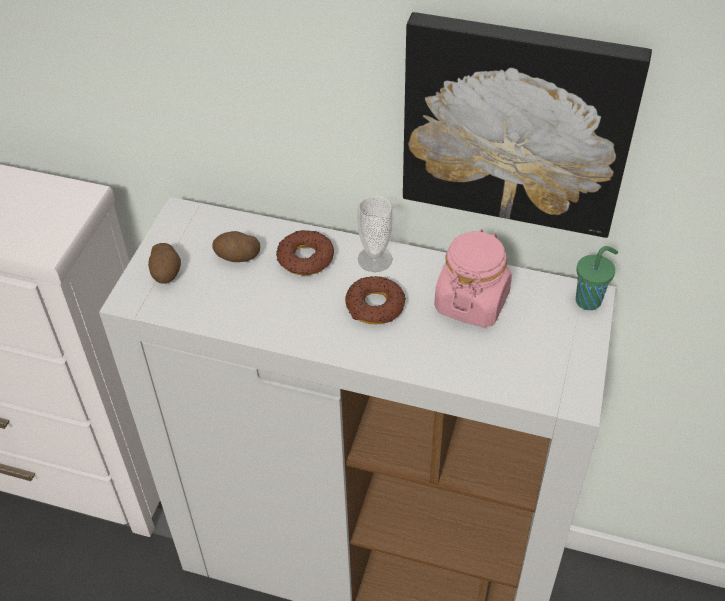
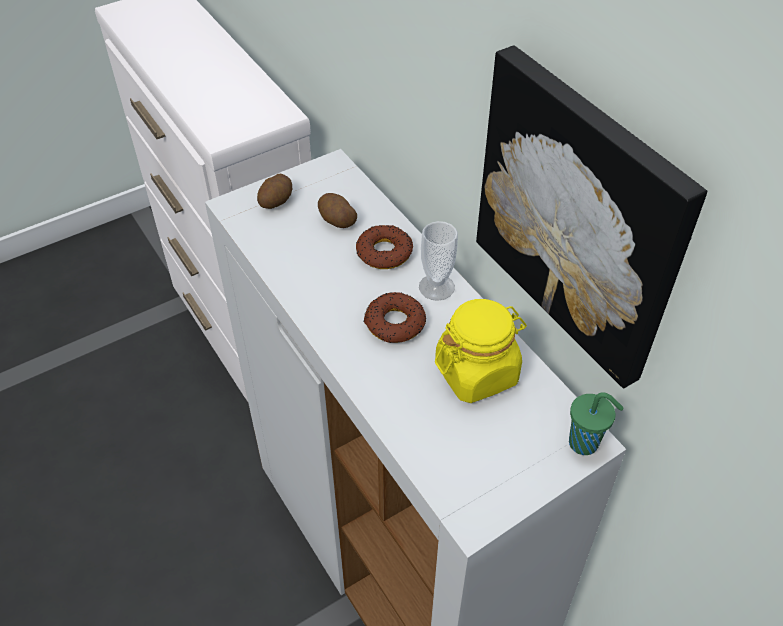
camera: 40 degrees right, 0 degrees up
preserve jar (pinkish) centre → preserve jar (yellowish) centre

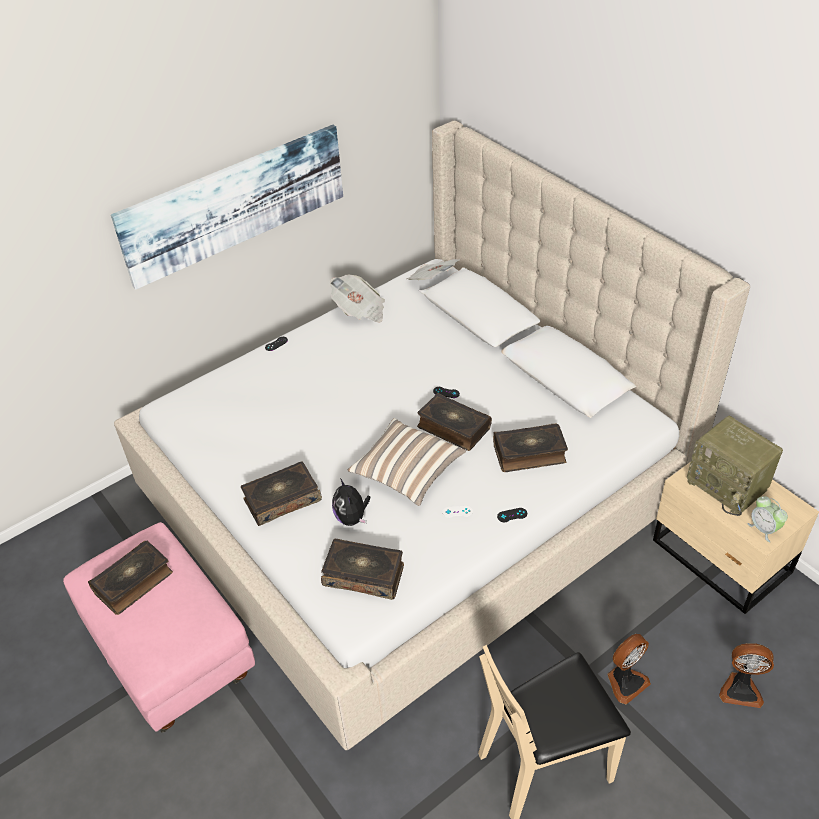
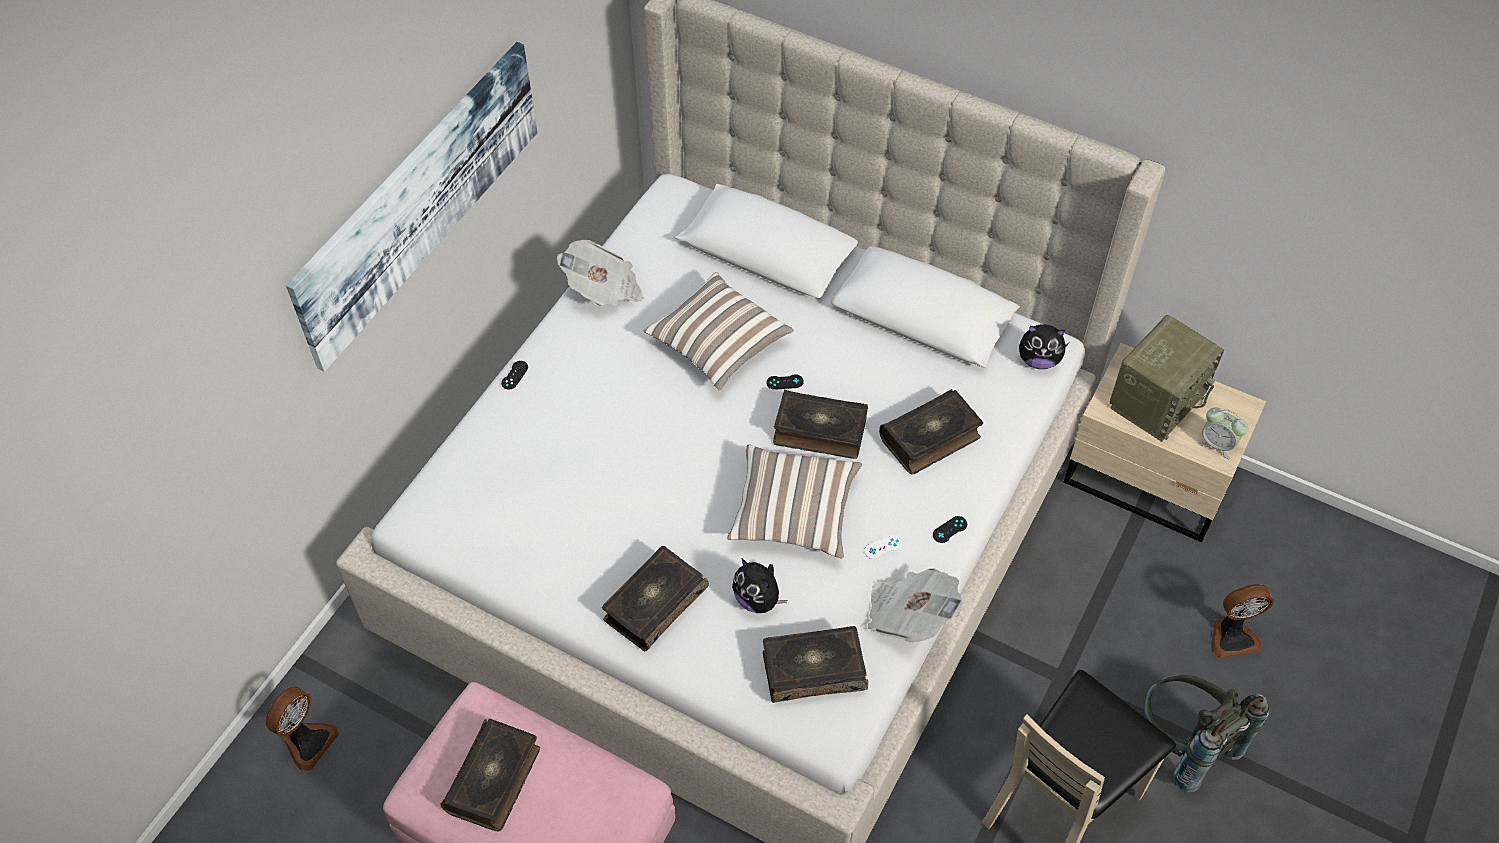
camera: 25 degrees left, 10 degrees up
- → cushion (1st from left) centre
- → plush toy (2nd from left) middle right
- → knapsack (greyish) bottom right
daily paper (2nd from left) top centre → daily paper (2nd from left) bottom centre, move
cooling fan (1st from left) bottom right → cooling fan (1st from left) bottom left, move
radio receiver middle right, 75 degrees counterclockwise

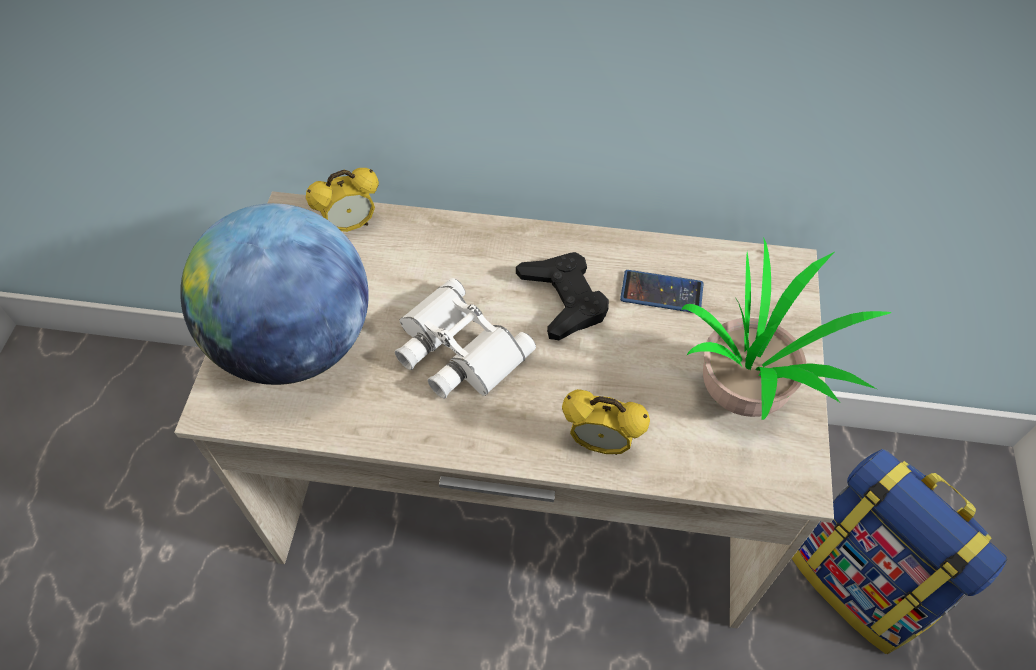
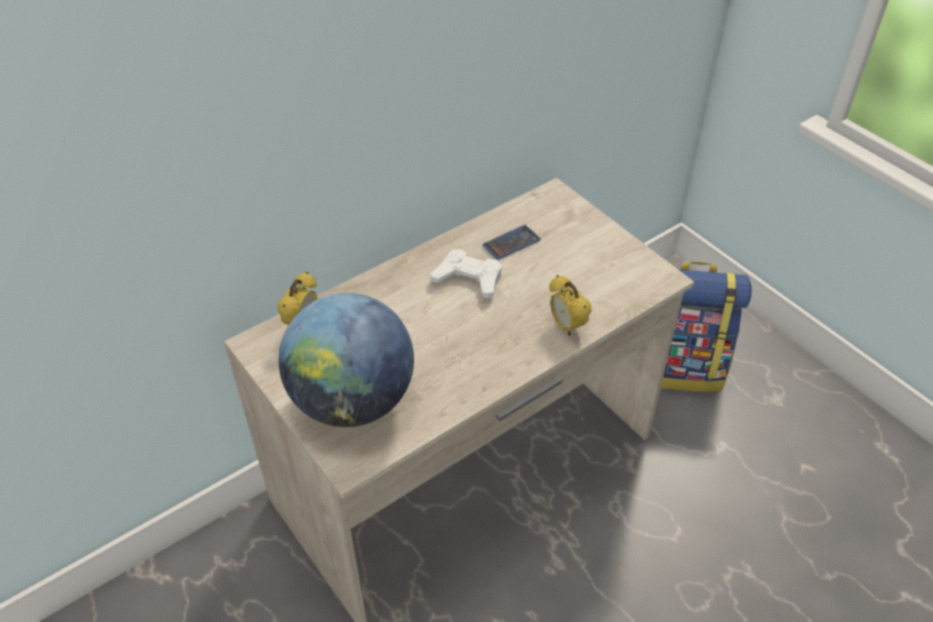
camera: 45 degrees left, 10 degrees down
binoculars (whitish) centre → -
potted plant middle right → -
game controller (black) centre → game controller (whitish) centre
bedside clock (2nd from left) centre, 90 degrees clockwise

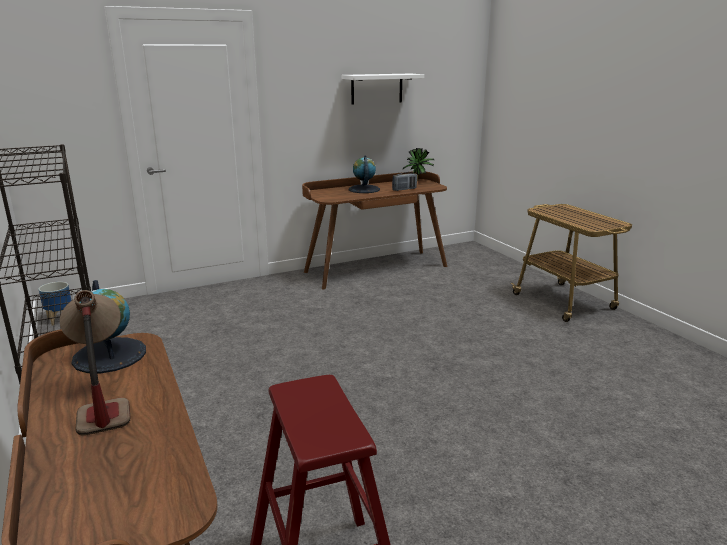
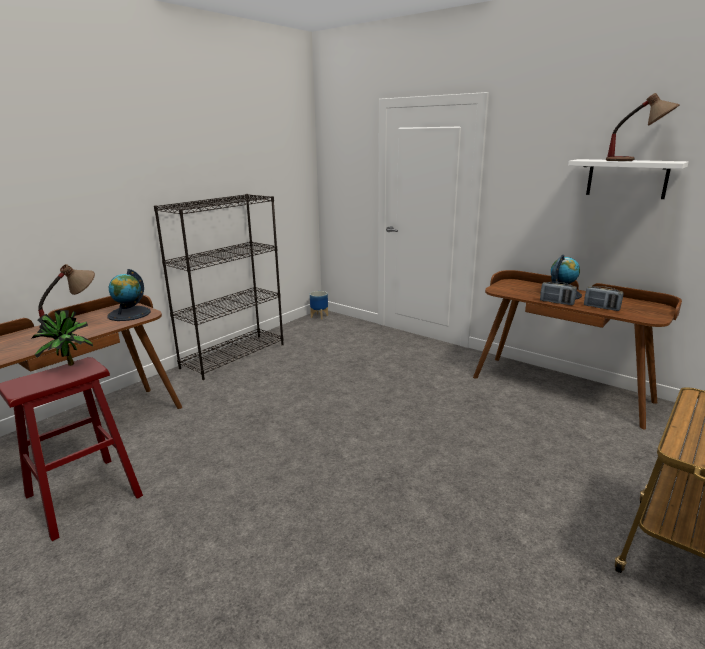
camera: 65 degrees right, 0 degrees up
- → radio receiver (1st from left) middle right
- → lamp for a table (2nd from left) top right
potted plant top centre → potted plant middle left, move

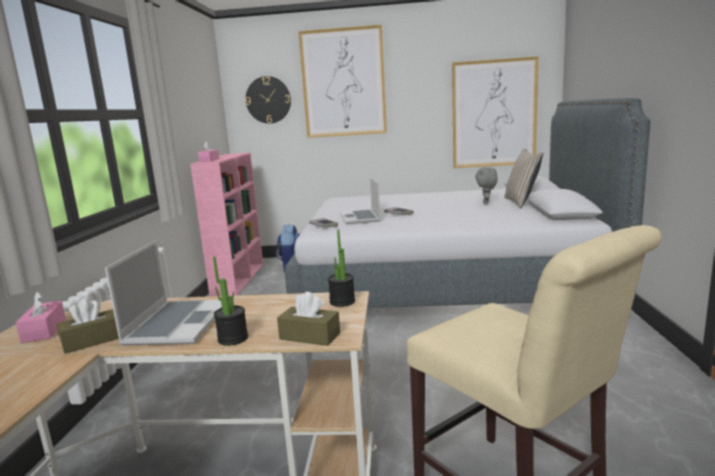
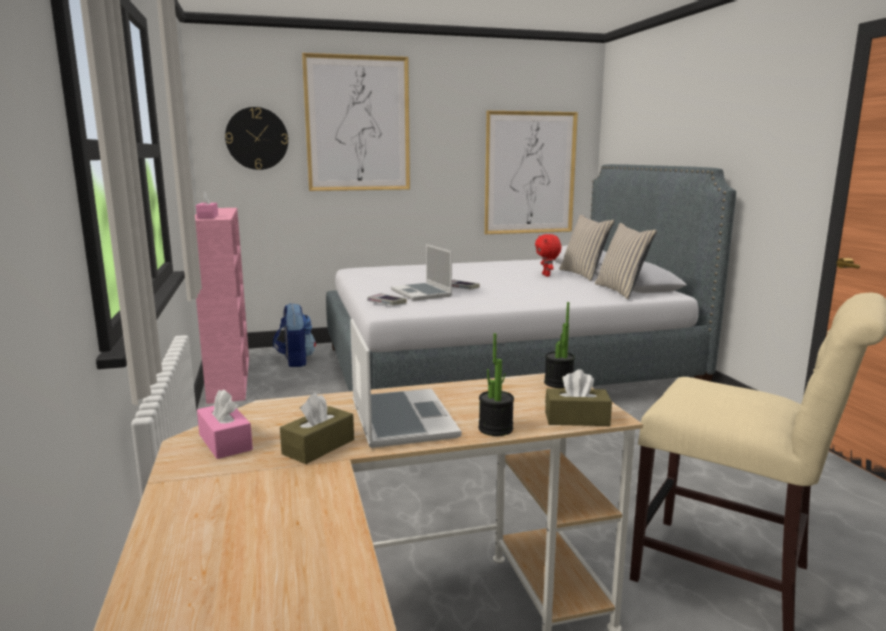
camera: 20 degrees left, 0 degrees up
- → cushion (beige-coloured) (2nd from left) middle right
plush toy (greyish) middle right → plush toy (reddish) centre

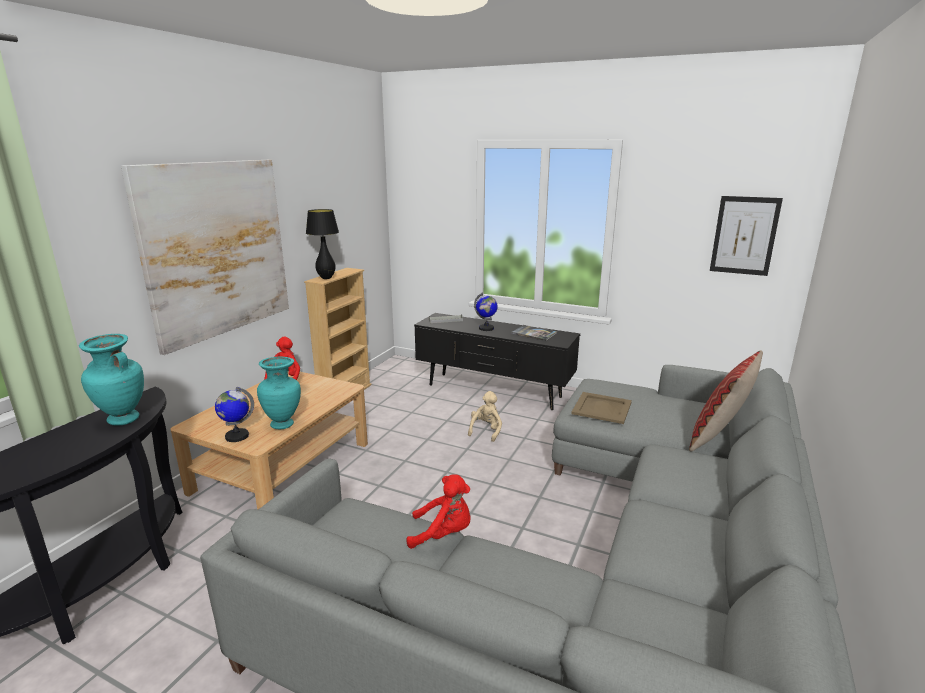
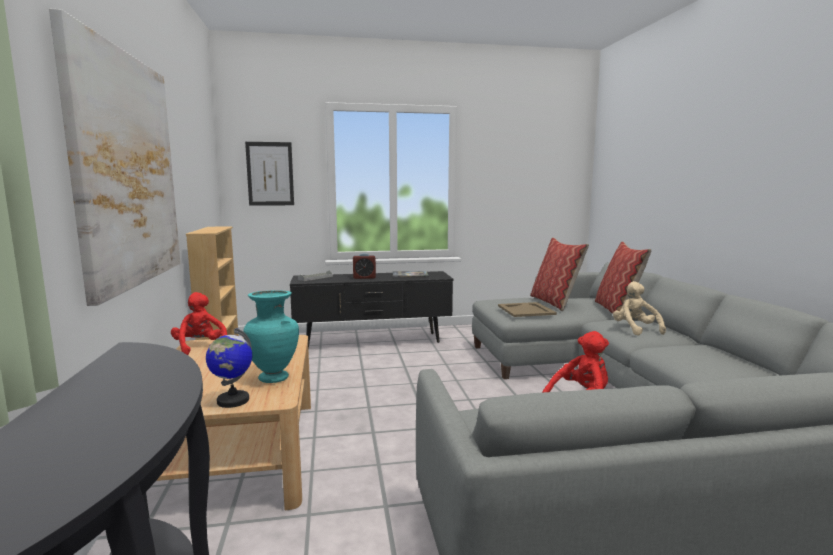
camera: 35 degrees left, 10 degrees down
decorative vase (turquoise-coloured) (1st from left) middle left → -
lamp for a table (black) centre → -
- → cushion (1st from left) middle right
plush toy (beige-coloured) centre → plush toy (beige-coloured) middle right, move
picture (2nd from left) middle right → picture (2nd from left) top left, move
world globe (2nd from left) centre → bedside clock centre

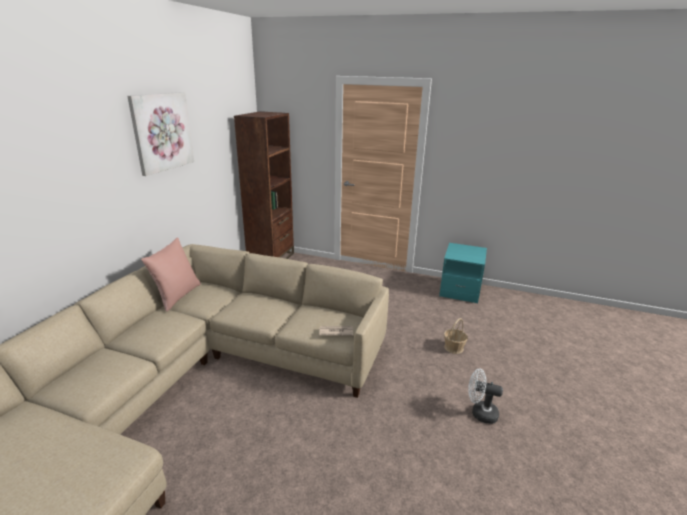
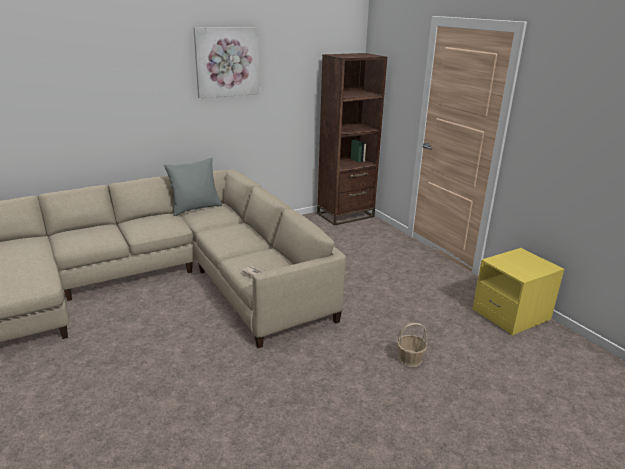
camera: 40 degrees right, 0 degrees up
cooling fan (whitish) bottom right → -
cushion (pinkish) middle left → cushion (greyish) middle left
nightstand (turquoise-coloured) middle right → nightstand (yellowish) middle right

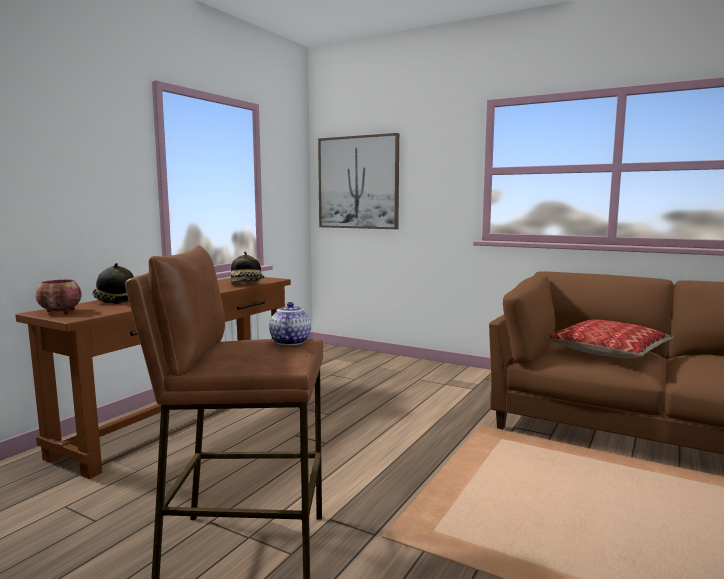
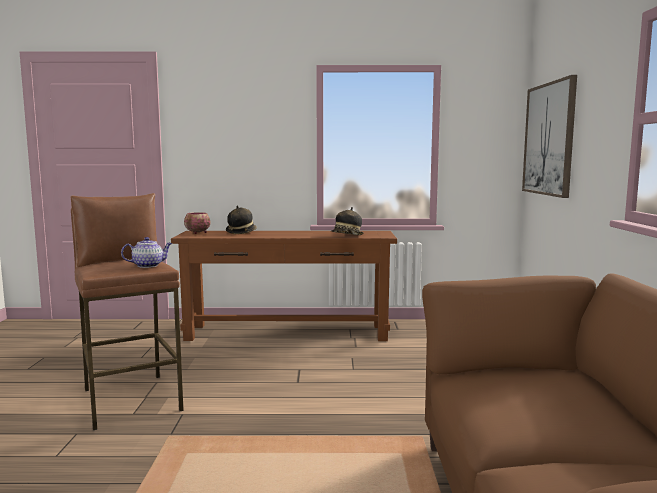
camera: 60 degrees right, 0 degrees up
cushion middle right → -

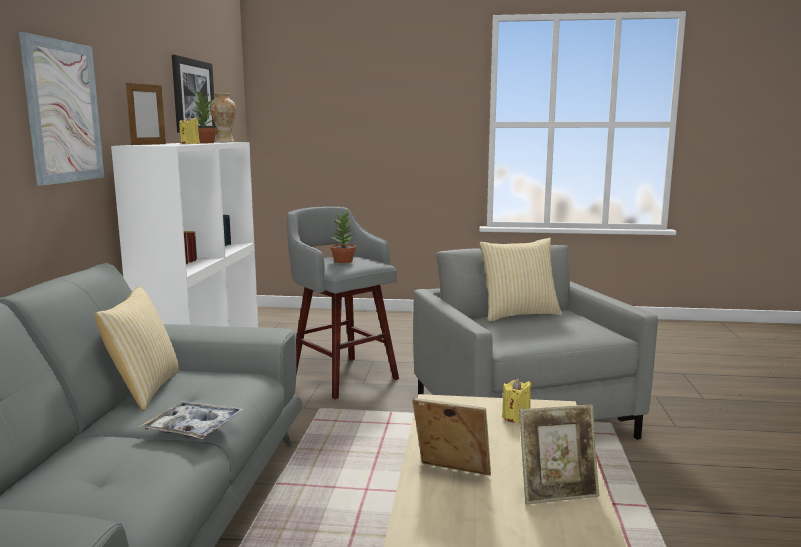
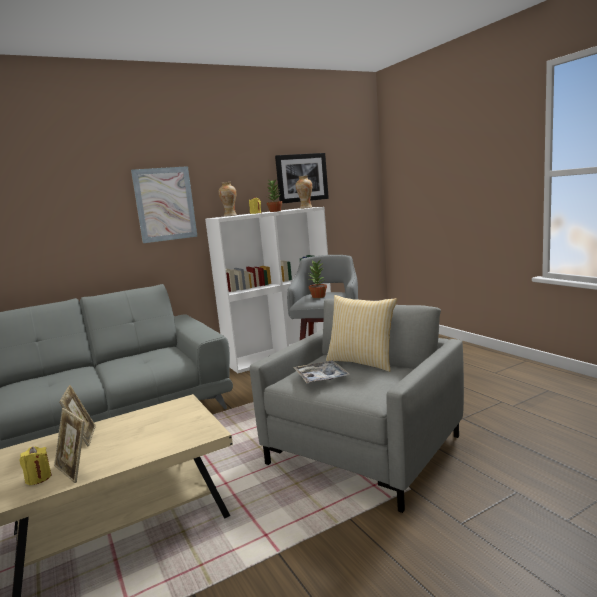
camera: 55 degrees right, 0 degrees up
cushion (1st from left) middle left → -
serving tray bottom left → serving tray centre, move
wax light (yellowish) (2nd from left in the first image) bottom centre → wax light (yellowish) (1st from left) bottom left, move
picture frame (1st from left) top left → decorative vase (1st from left) centre

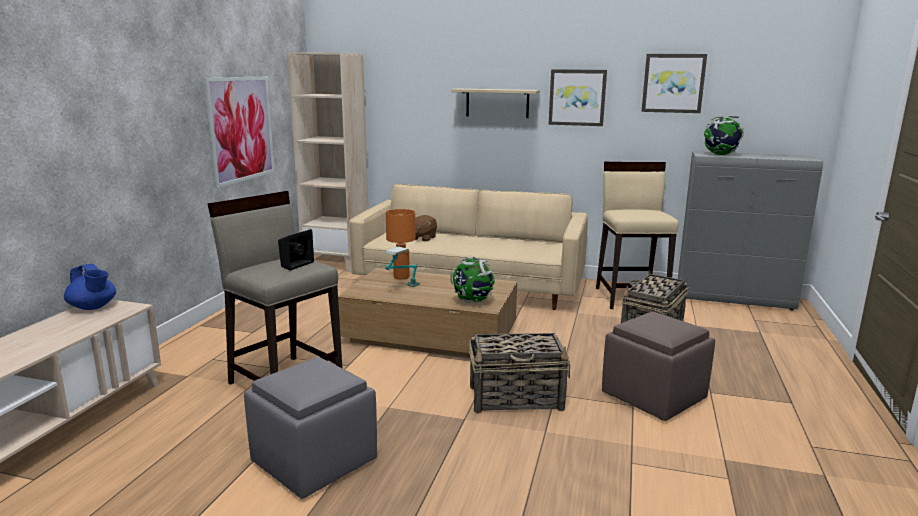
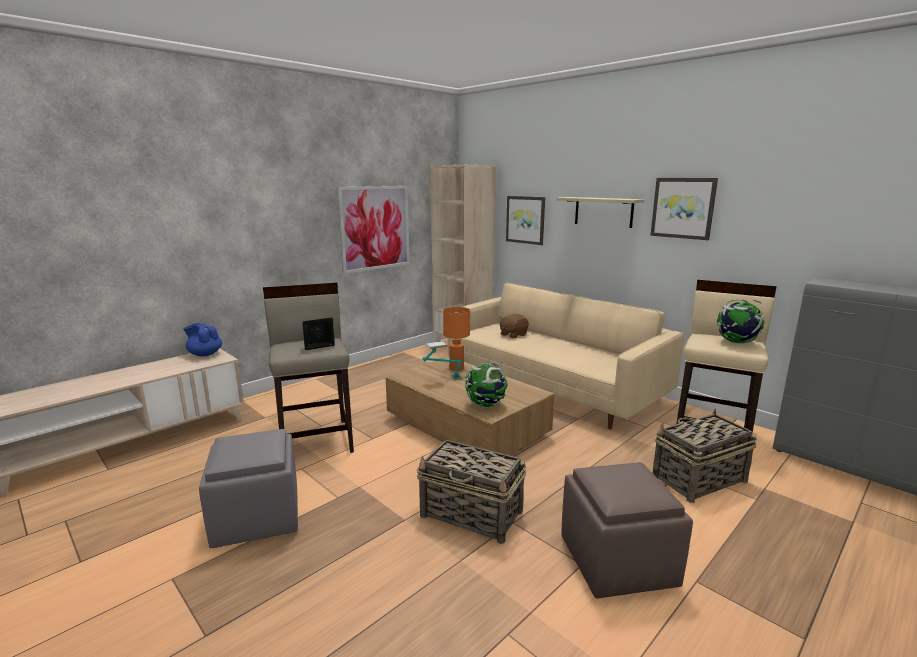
camera: 30 degrees right, 0 degrees up
picture (3rd from left in the first image) top right → picture (2nd from left) centre, move
world globe (2nd from left) top right → world globe (2nd from left) middle right, move
pot for tea (blue) middle left, 135 degrees clockwise

